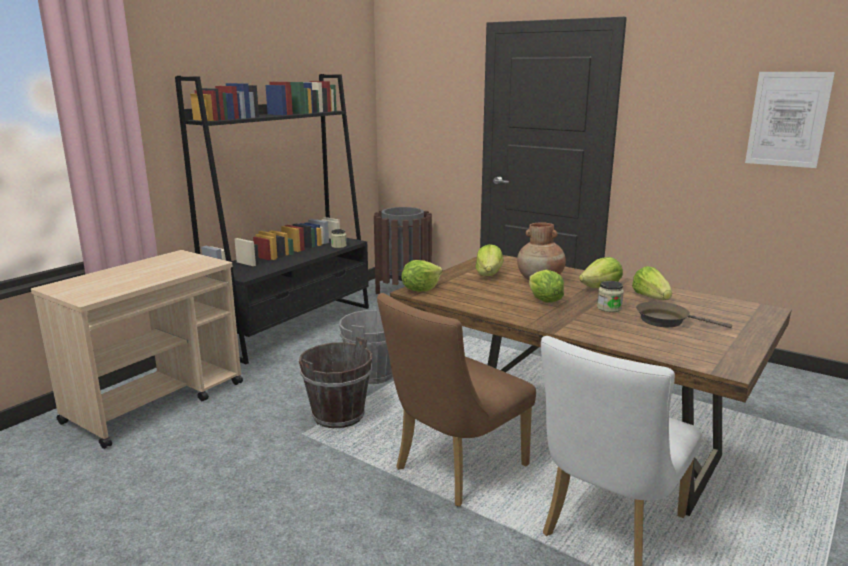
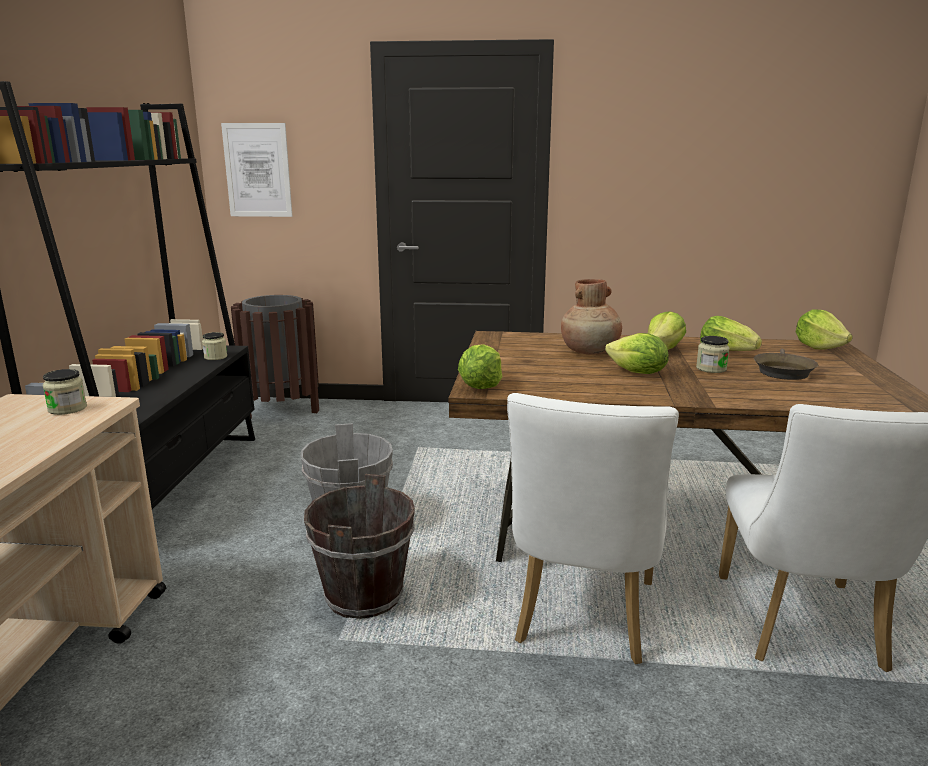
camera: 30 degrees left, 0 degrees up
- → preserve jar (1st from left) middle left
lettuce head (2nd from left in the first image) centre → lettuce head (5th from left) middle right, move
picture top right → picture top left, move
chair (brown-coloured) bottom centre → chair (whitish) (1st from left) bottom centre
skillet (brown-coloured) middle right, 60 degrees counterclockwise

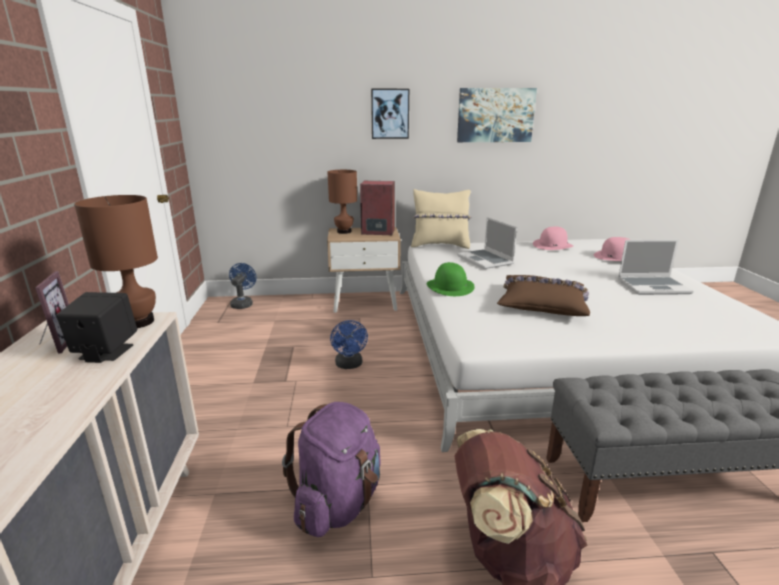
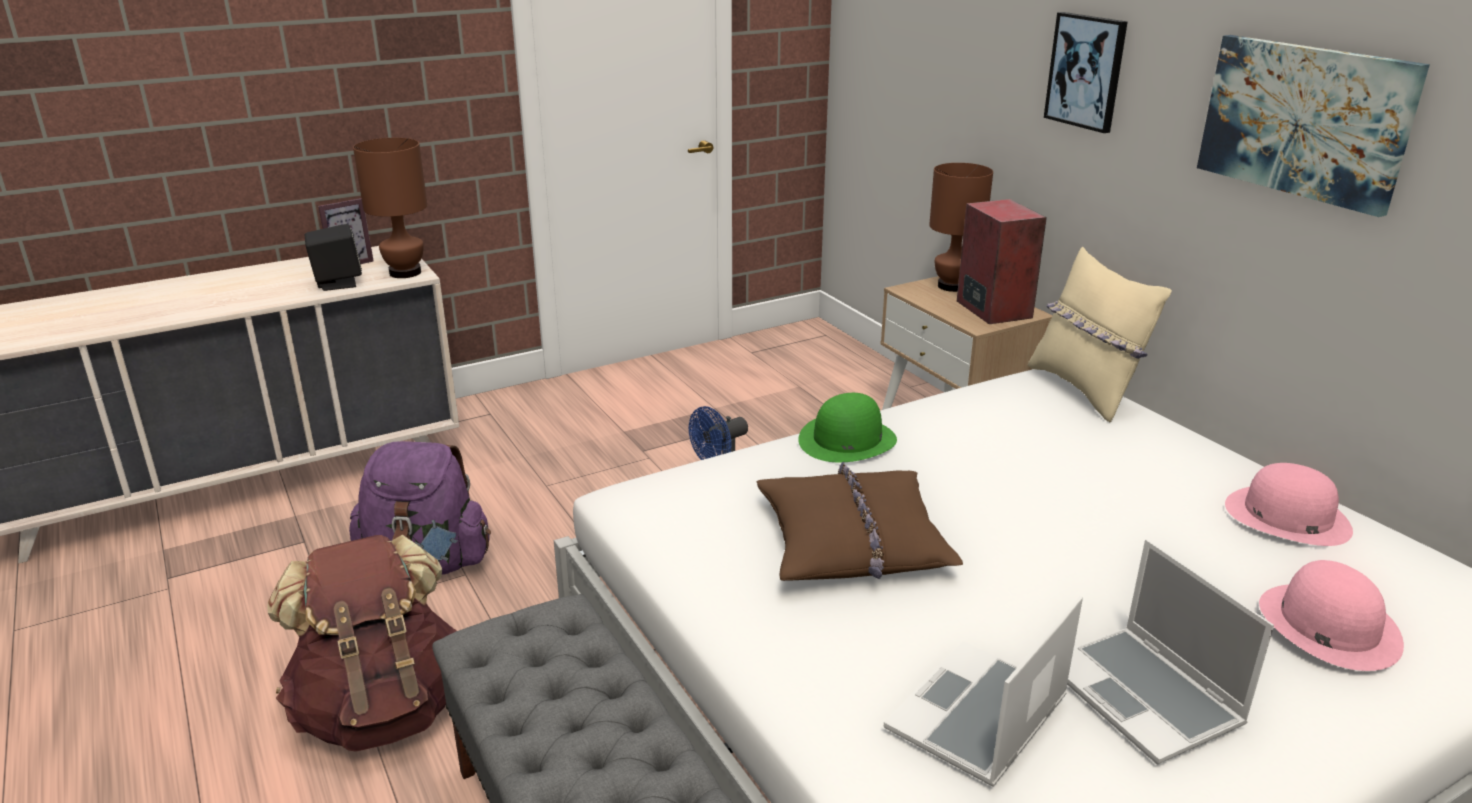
camera: 65 degrees right, 5 degrees up
cooling fan (blue) (1st from left) middle left → -
portable computer (1st from left) centre → portable computer (1st from left) bottom right, move

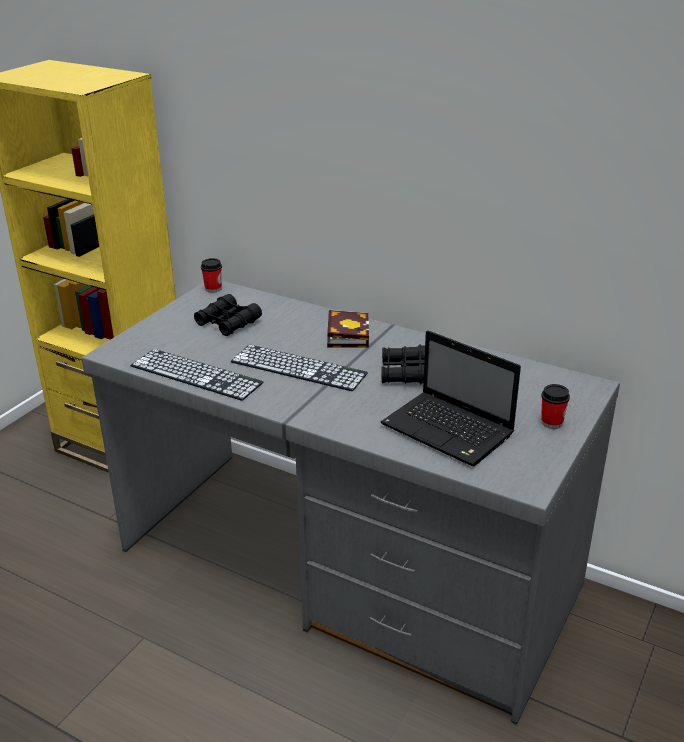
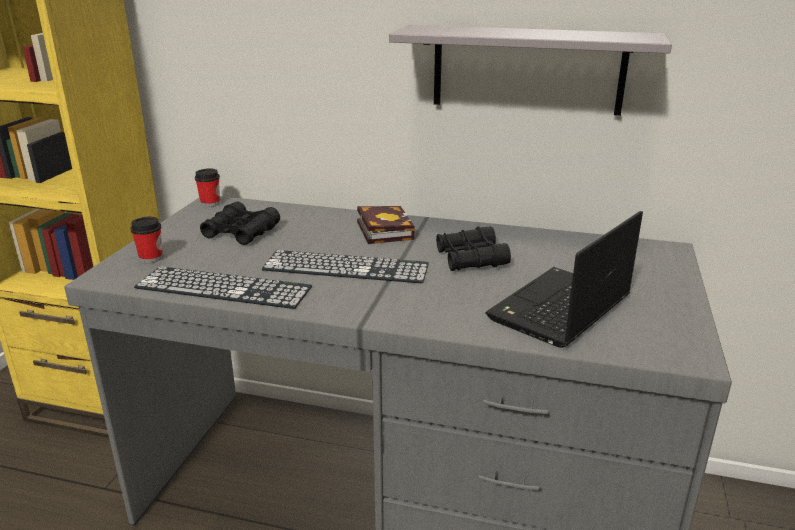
camera: 15 degrees left, 5 degrees down
- → shelf (greyish) top right
small cup (2nd from left in the first image) middle right → small cup (1st from left) middle left, move
portable computer centre → portable computer middle right, 105 degrees clockwise

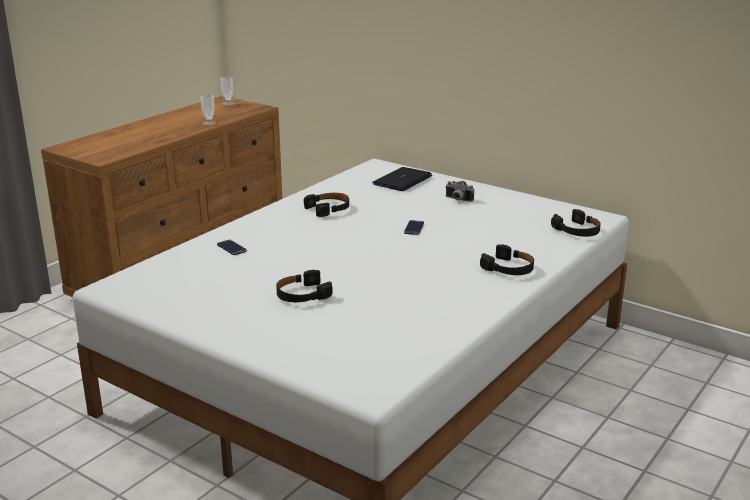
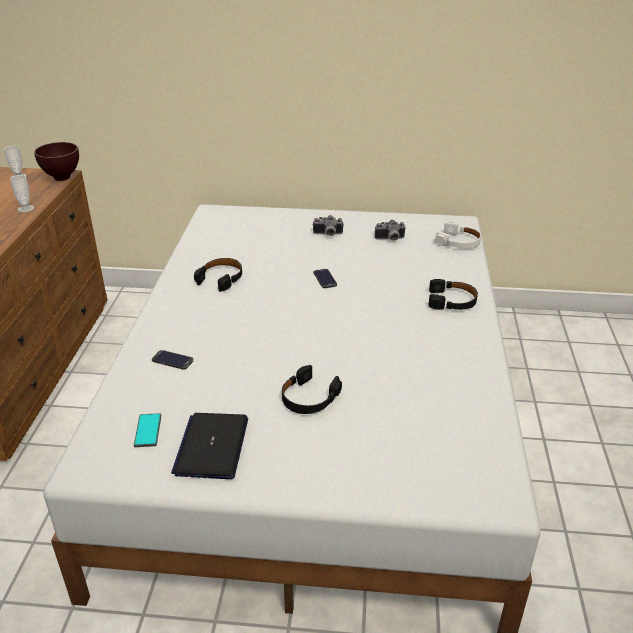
camera: 30 degrees left, 10 degrees up
- → serving bowl (brown-coloured) top left
- → phone (1st from left) bottom left
- → still camera (2nd from left) centre
portable computer centre → portable computer bottom left, move
headphones (black) (4th from left) middle right → headphones (whitish) middle right

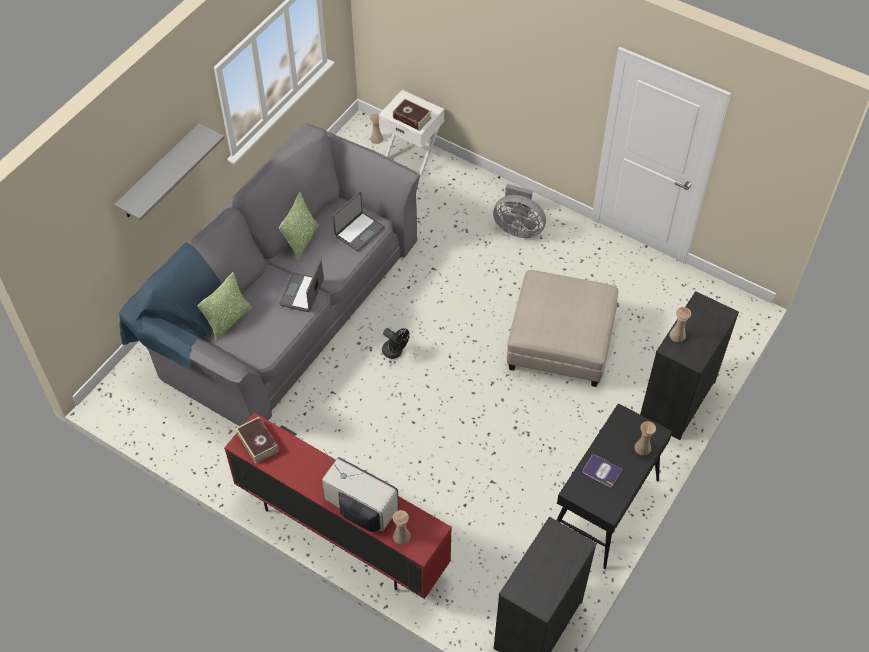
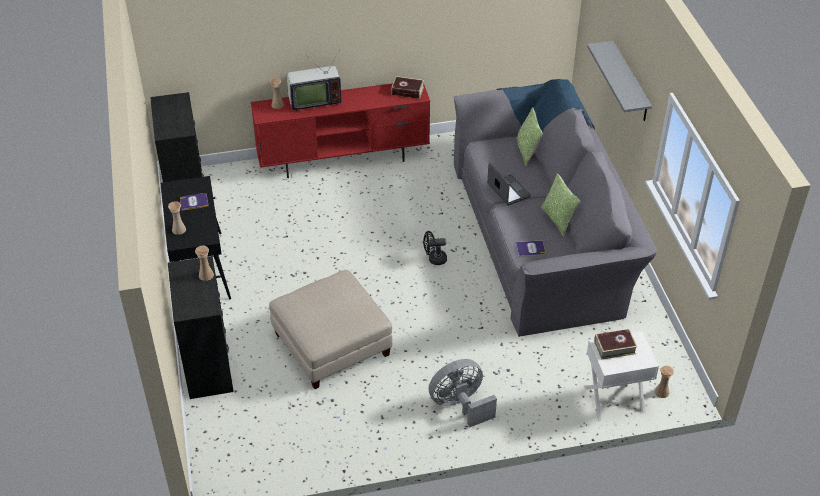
camera: 135 degrees right, 10 degrees down
portable computer (2nd from left) centre → book (3rd from left) centre

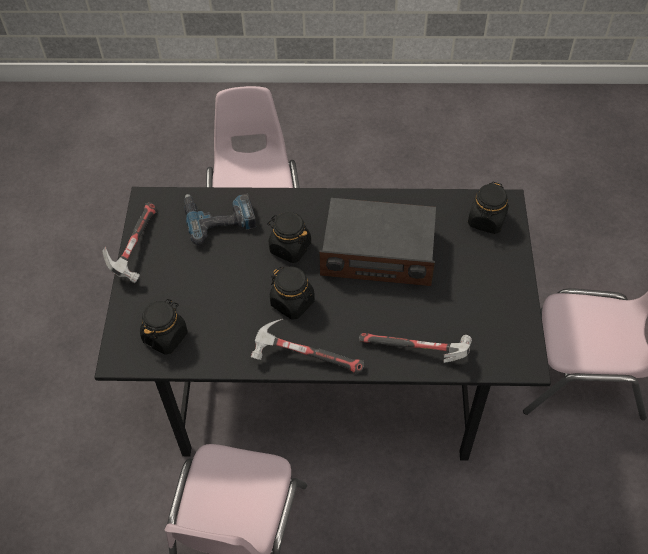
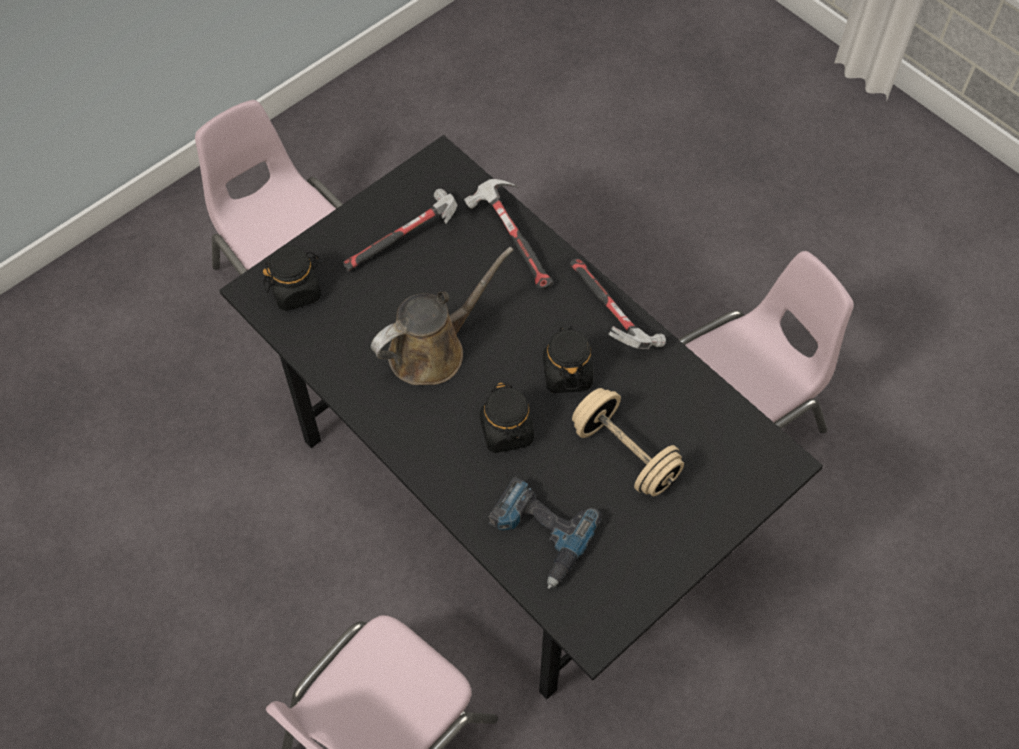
camera: 135 degrees left, 5 degrees up
preserve jar (black) (1st from left) middle left → -
- → free weight (beige-coloured) centre
hammer (1st from left) middle left → hammer (1st from left) top centre, move
radio receiver centre → watering pot (brown-coloured) centre

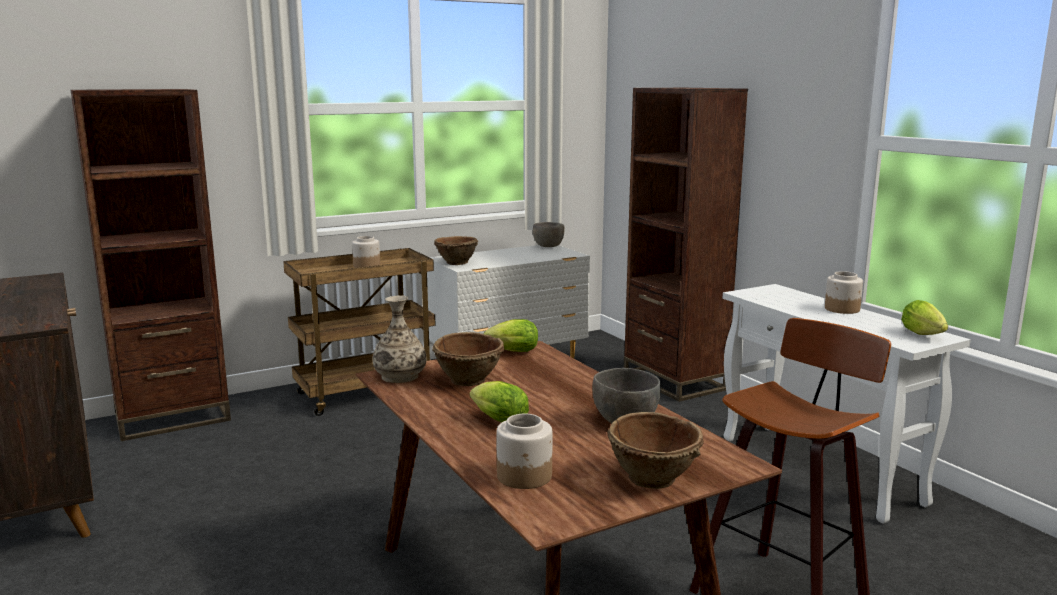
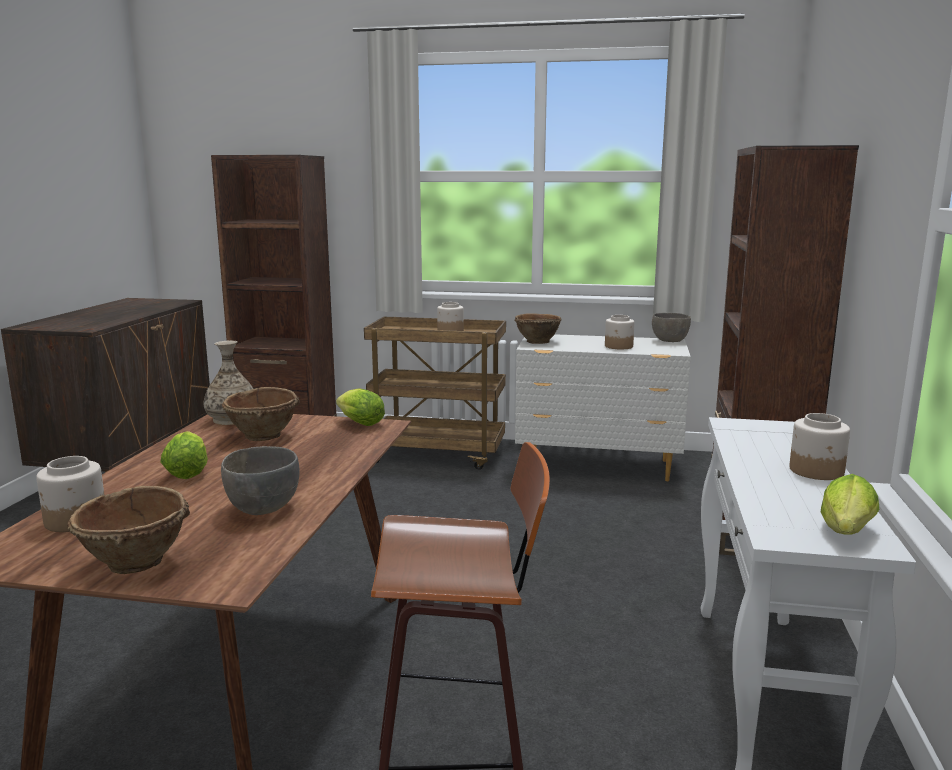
camera: 40 degrees right, 0 degrees up
- → preserve jar (3rd from left) centre

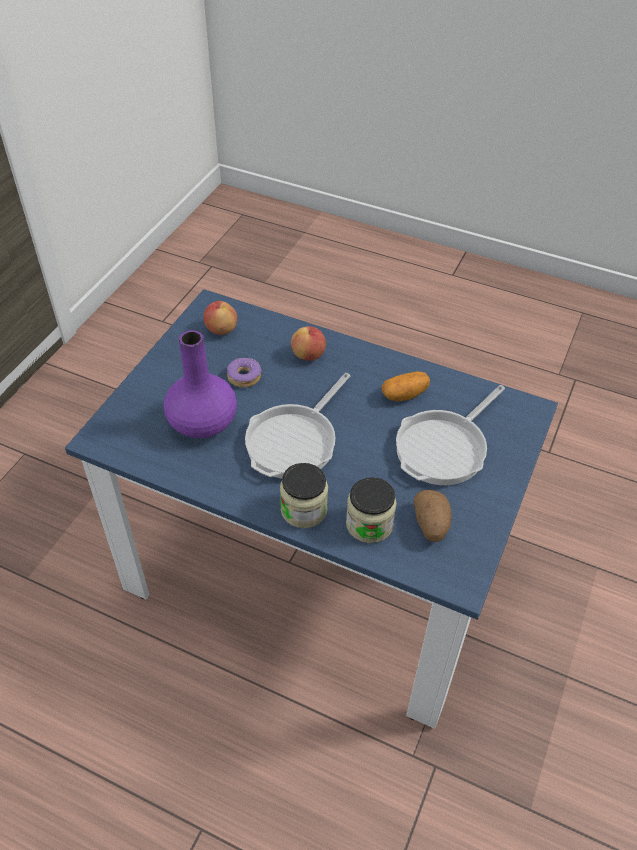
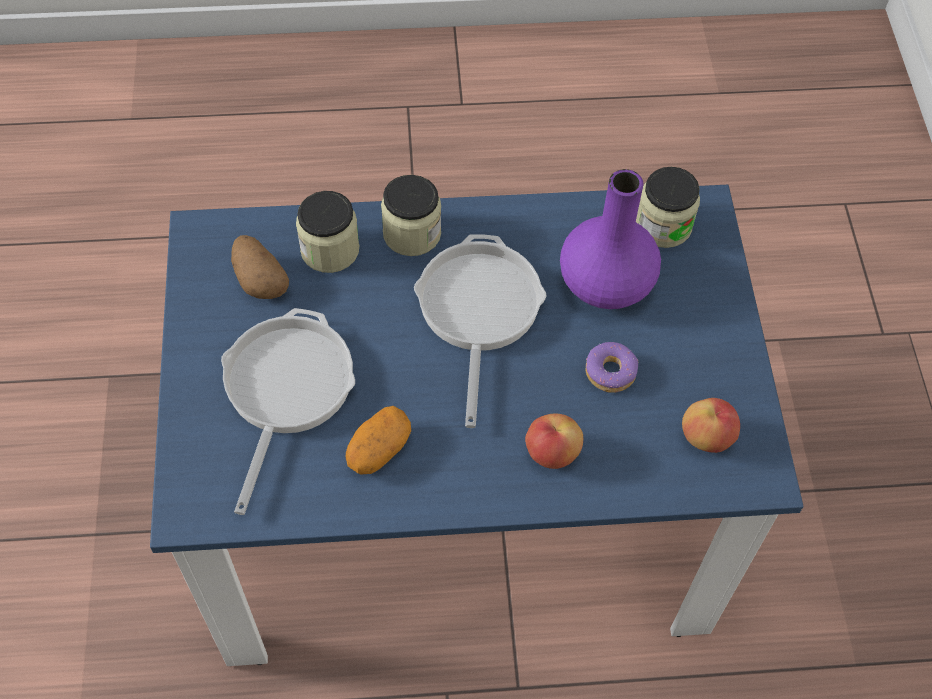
camera: 150 degrees right, 10 degrees up
- → preserve jar (3rd from left) top right

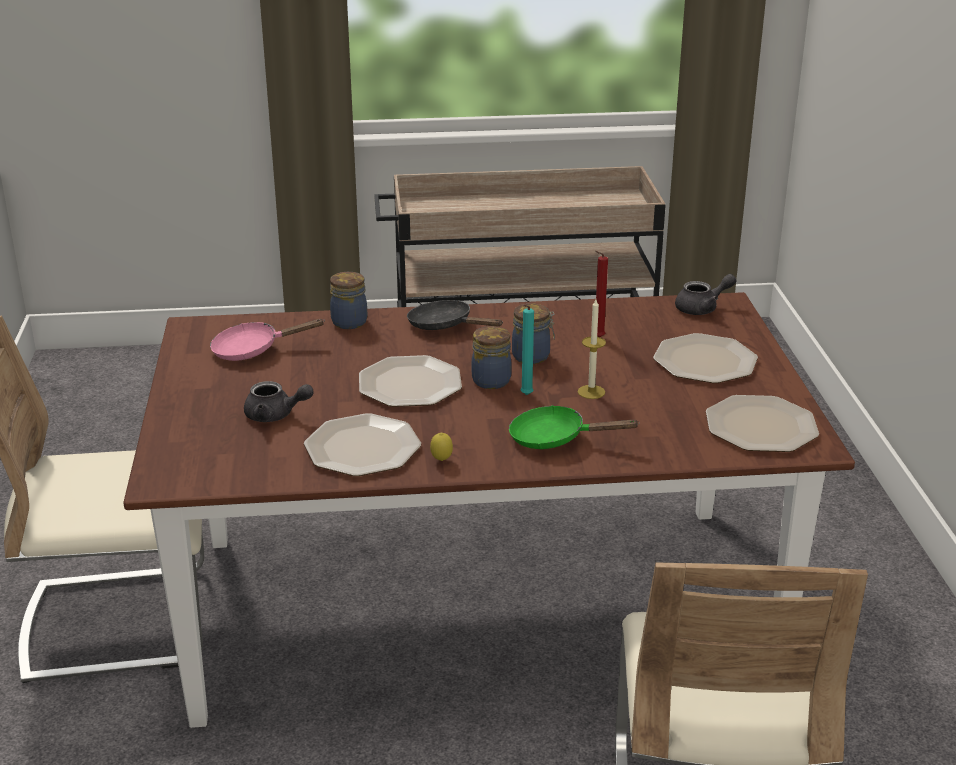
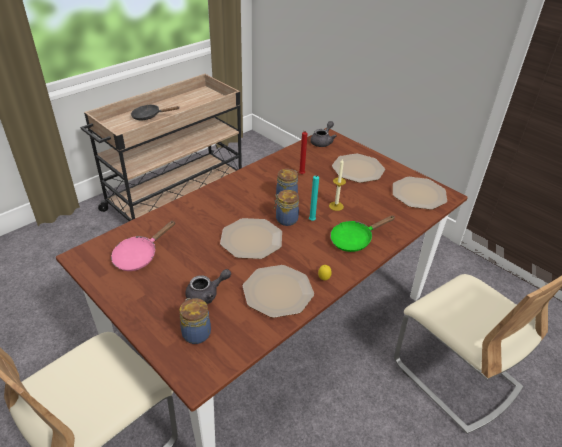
camera: 40 degrees left, 10 degrees up
preserve jar (1st from left) centre → preserve jar (1st from left) bottom centre, move
skillet (black) centre → skillet (black) top left, move

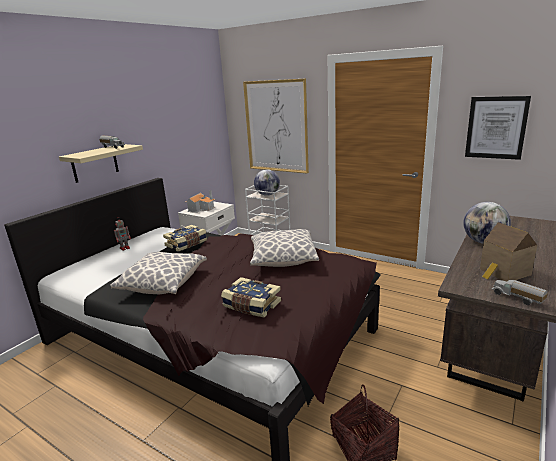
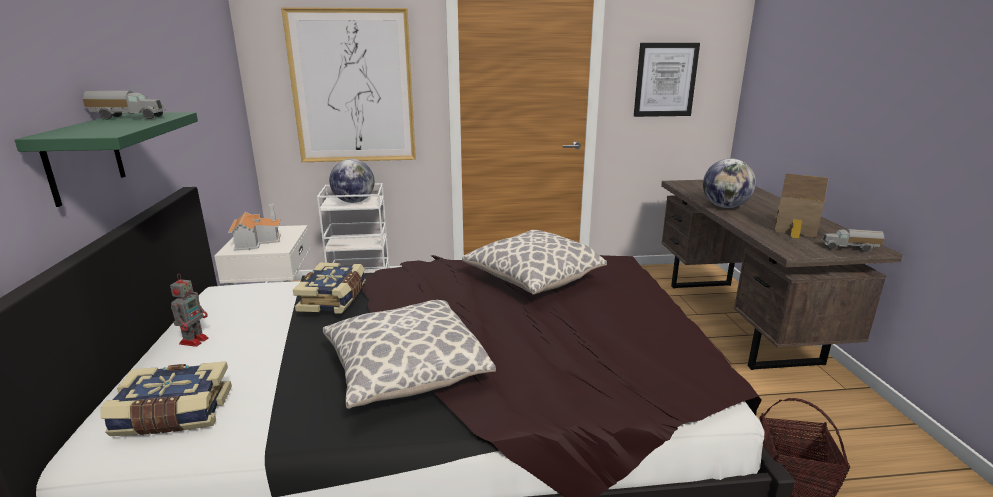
camera: 40 degrees left, 0 degrees up
book (2nd from left in the first image) centre → book (1st from left) bottom left, move
shelf (beige-coloured) middle left → shelf (green) top left

